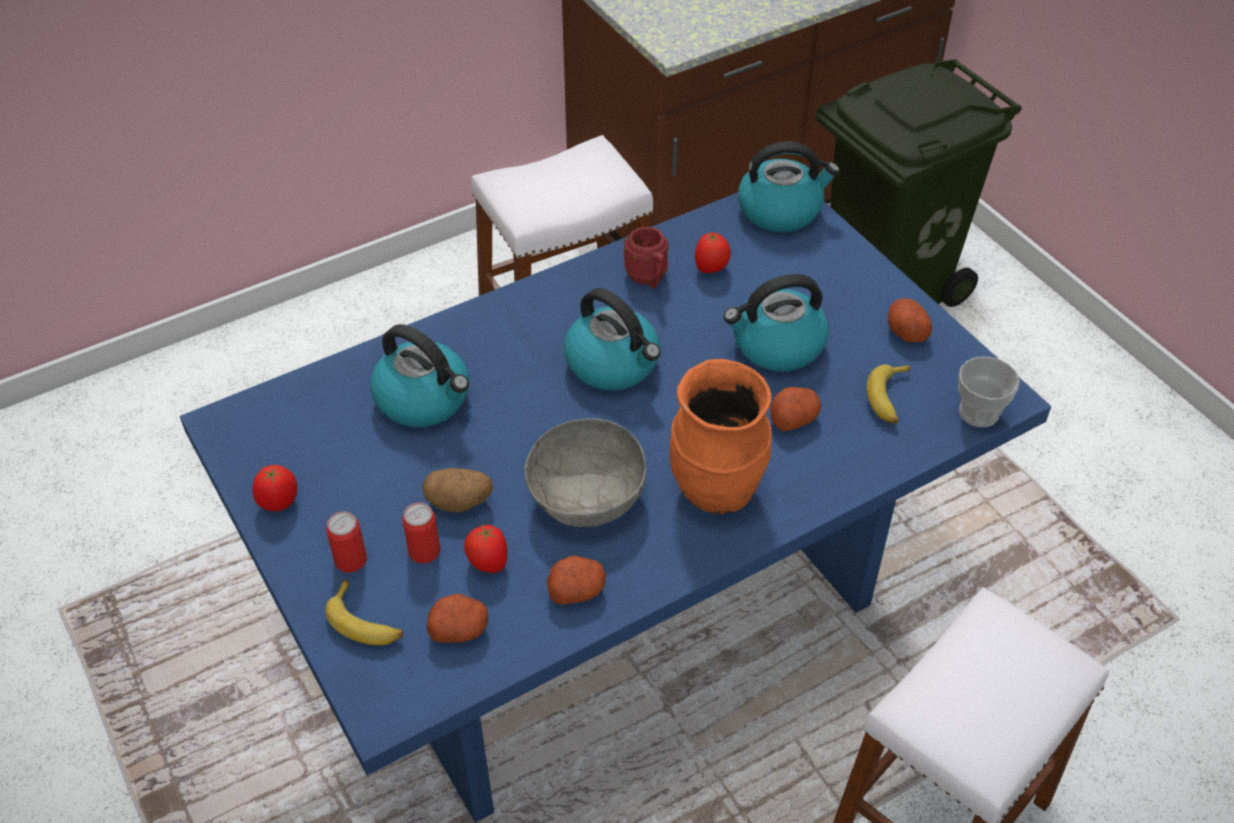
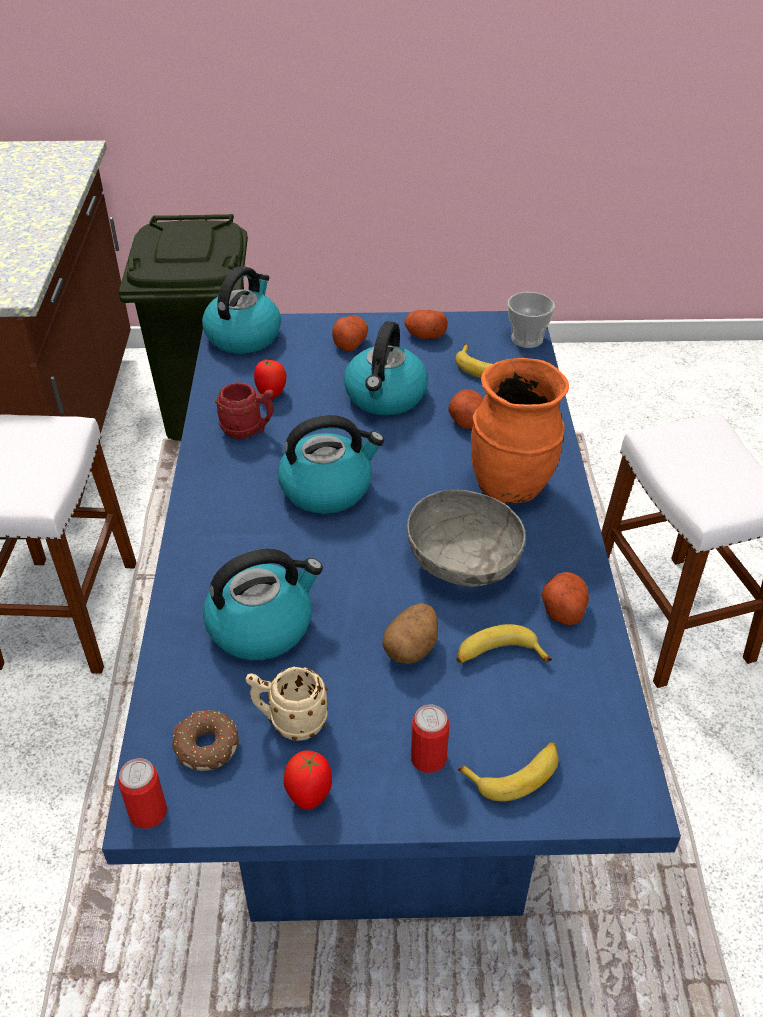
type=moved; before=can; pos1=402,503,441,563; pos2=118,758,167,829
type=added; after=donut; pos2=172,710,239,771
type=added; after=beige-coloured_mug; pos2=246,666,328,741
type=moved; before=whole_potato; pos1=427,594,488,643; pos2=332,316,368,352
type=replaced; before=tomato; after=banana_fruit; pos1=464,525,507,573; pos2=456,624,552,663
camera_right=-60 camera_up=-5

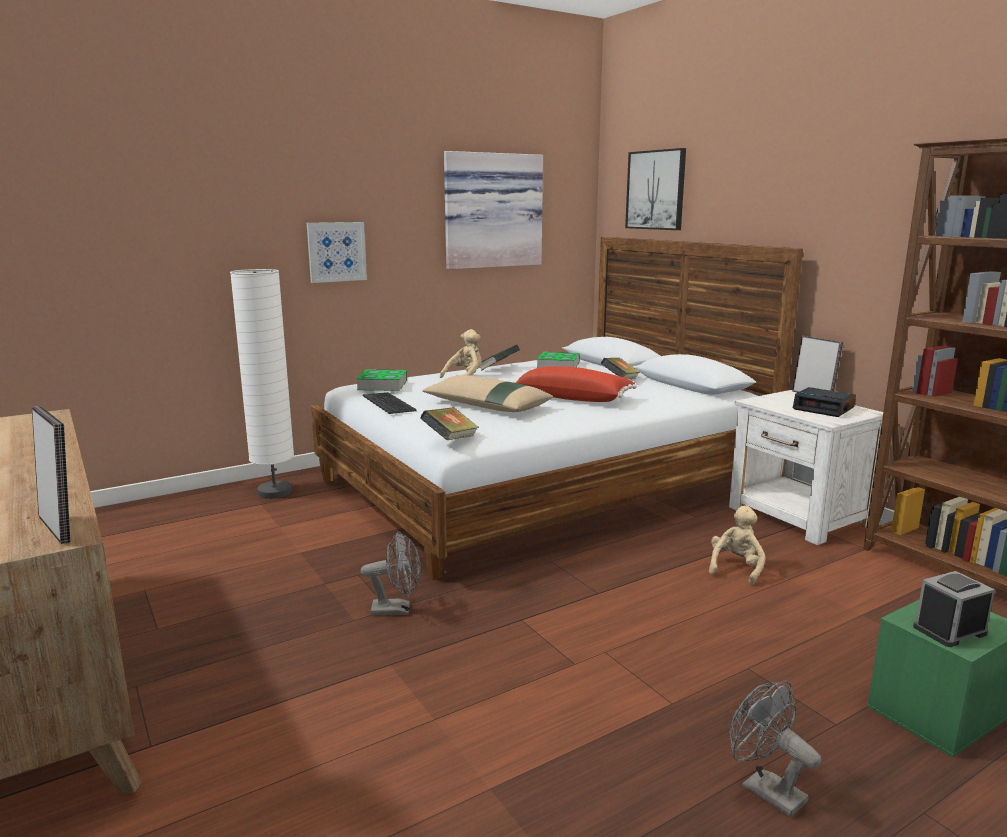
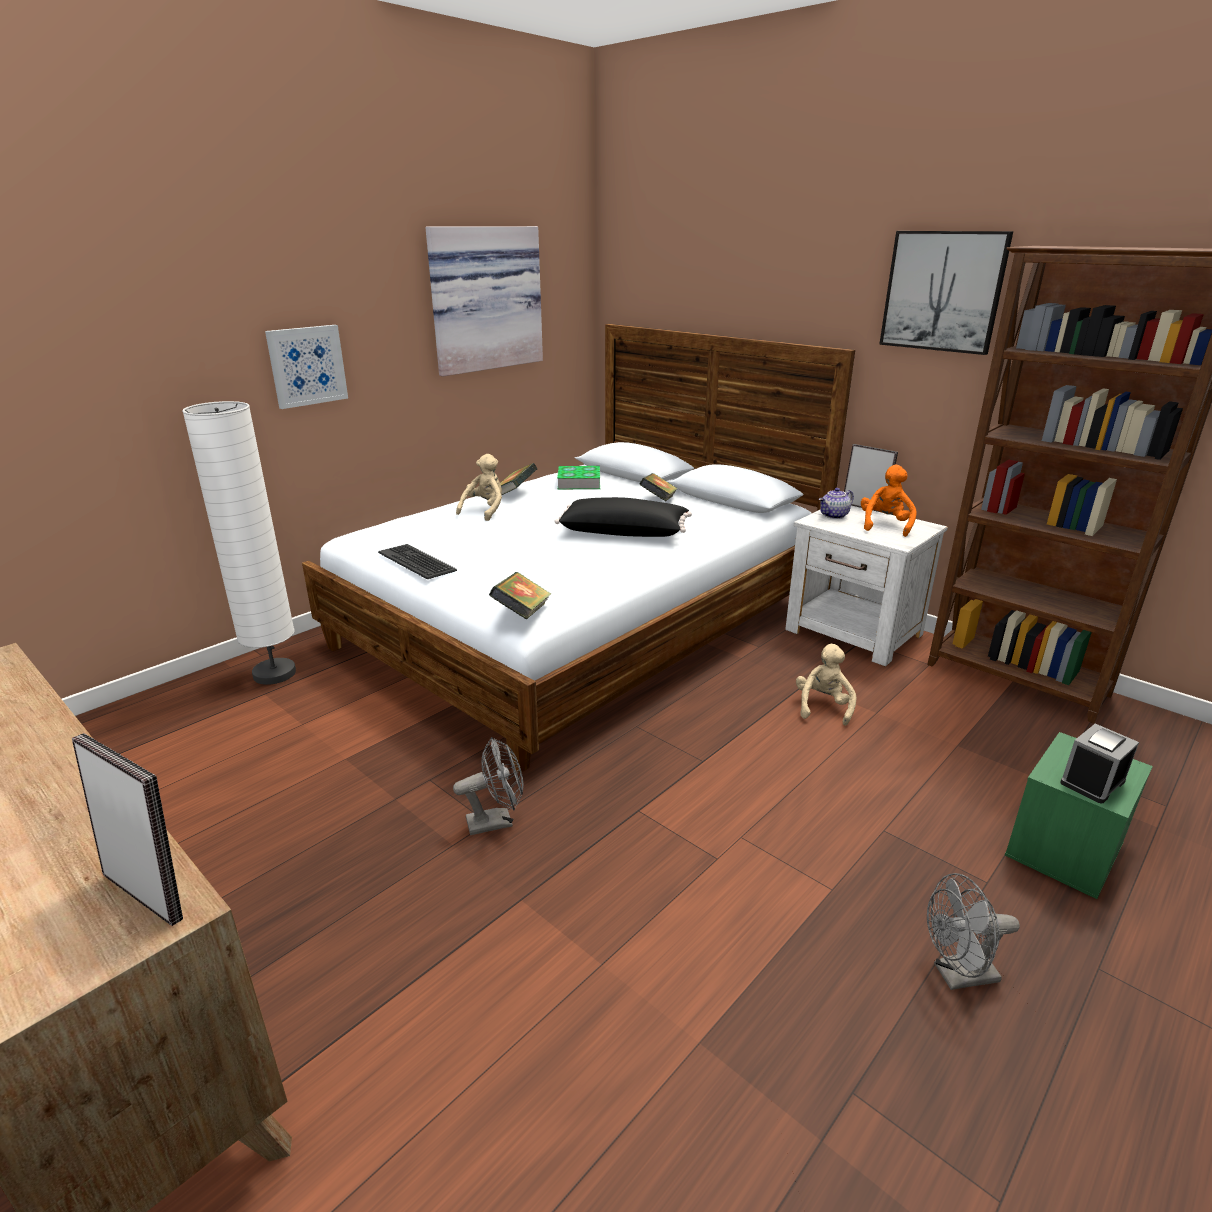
type=recoloured; before=red_throw_pillow; after=blackish_throw_pillow; pos1=513,366,637,402; pos2=555,497,692,537
type=added; after=pot_for_tea; pos2=819,488,854,519
type=replaced; before=table_clock; after=orange-coloured_soft_toy; pos1=793,387,856,417; pos2=861,465,917,537
type=moved; before=picture; pos1=625,148,686,230; pos2=879,231,1013,355
type=turned; before=gray_cooling_fan; pos1=729,681,821,817; pos2=927,873,1020,990; turn=-45
type=removed; before=bound_book; pos1=356,369,407,391
type=removed; before=beige-coloured_throw_pillow; pos1=422,375,553,412
camera_right=-15 camera_up=10

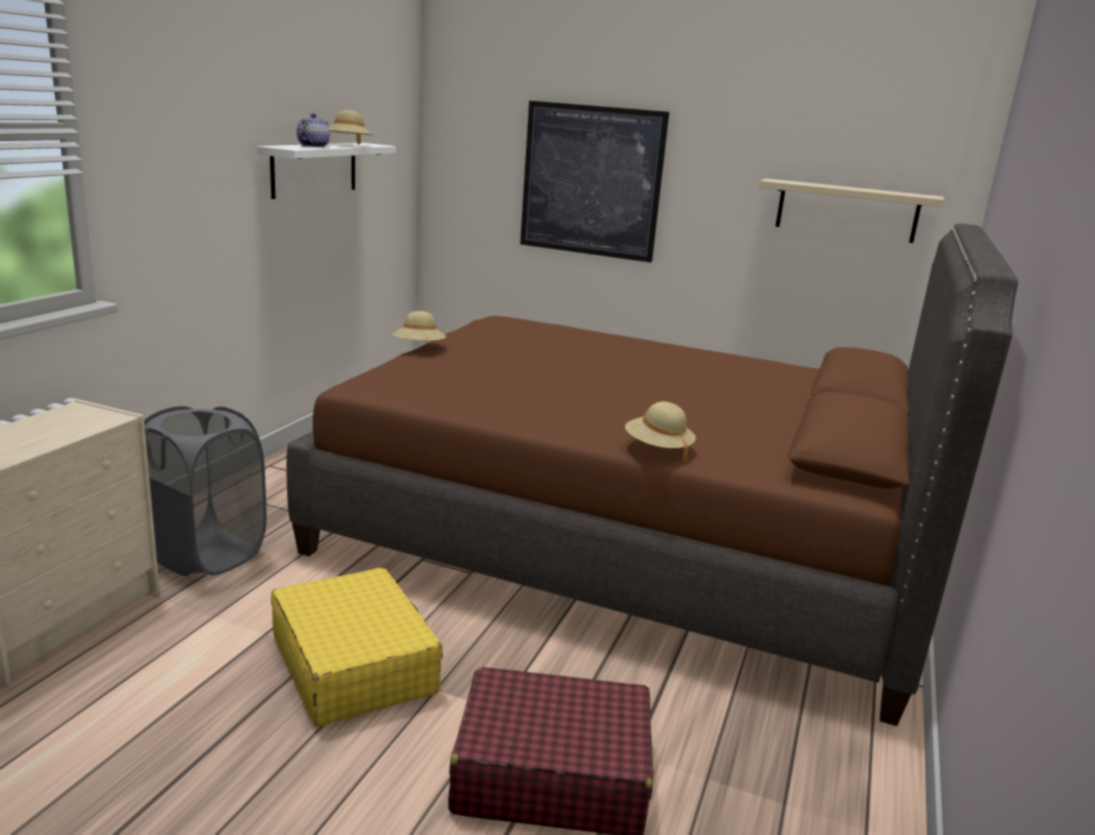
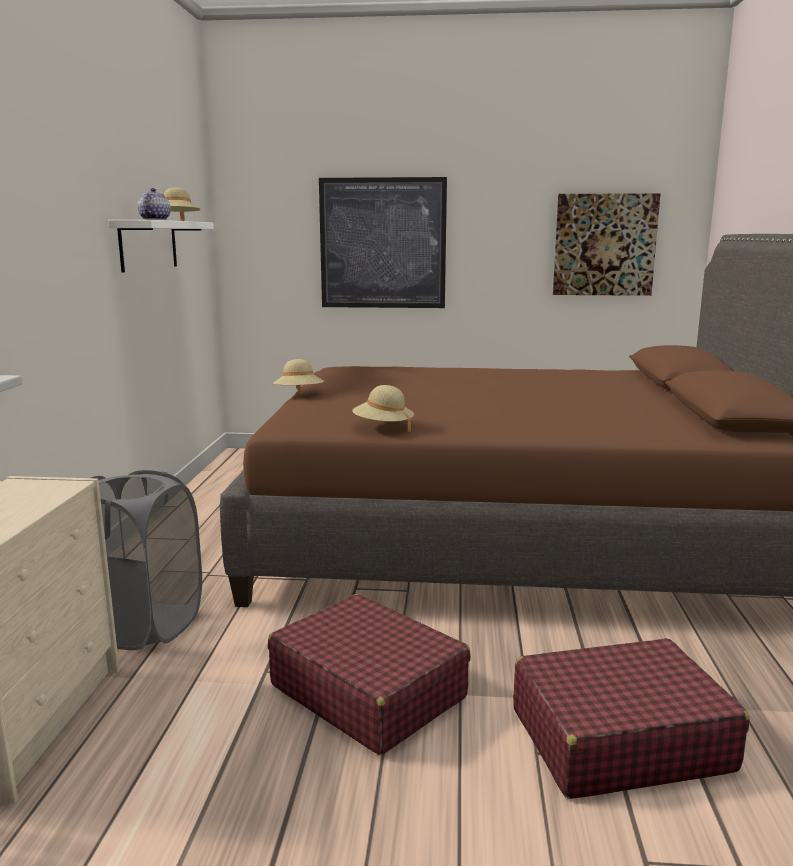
type=recoloured; before=yellow_suitcase; after=red_suitcase; pos1=271,568,443,726; pos2=268,594,471,755
type=moved; before=beige-coloured_clothing_hat; pos1=625,402,696,461; pos2=352,385,414,432
type=replaced; before=beige-coloured_shelf; after=picture; pos1=759,178,944,243; pos2=553,193,661,296
camera_right=-15 camera_up=-5

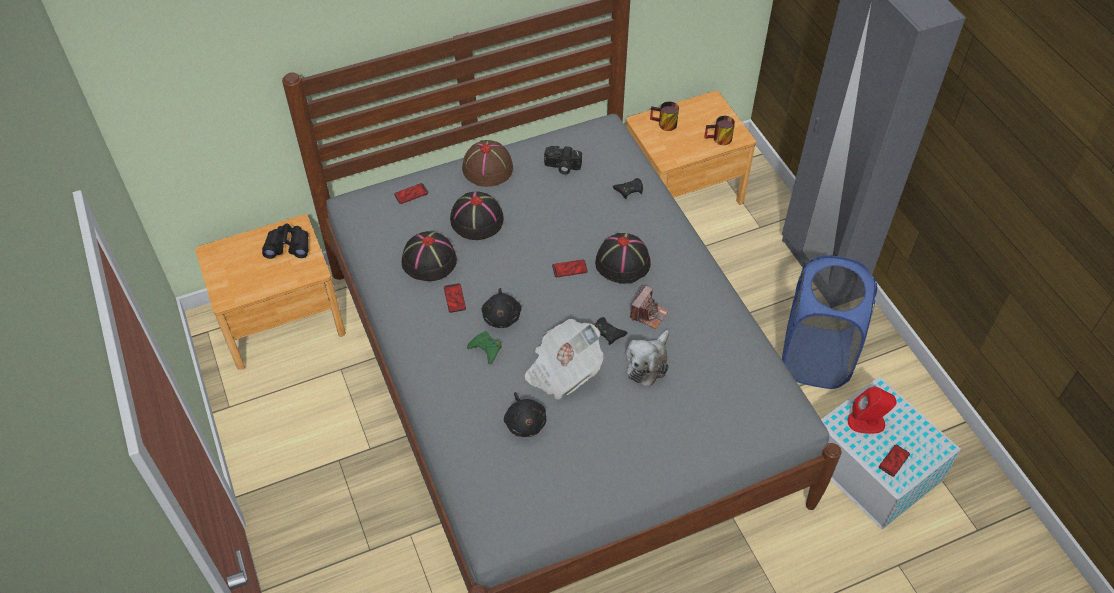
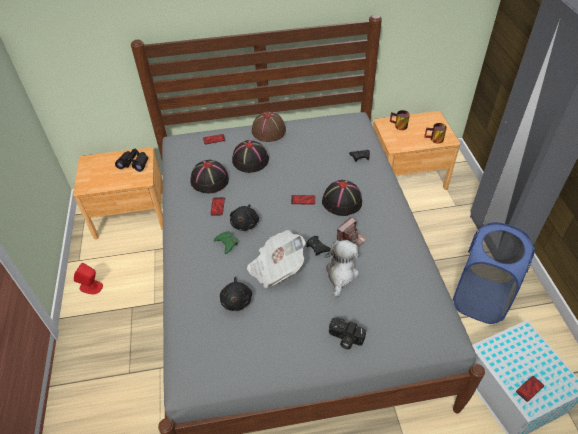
type=moved; before=red_speaker; pos1=848,387,896,434; pos2=74,263,103,294
type=turned; before=soft_toy; pos1=626,330,670,387; pos2=324,240,359,298; turn=150
type=moved; before=photo_camera; pos1=544,146,582,175; pos2=329,317,366,349
camera_right=15 camera_up=-5

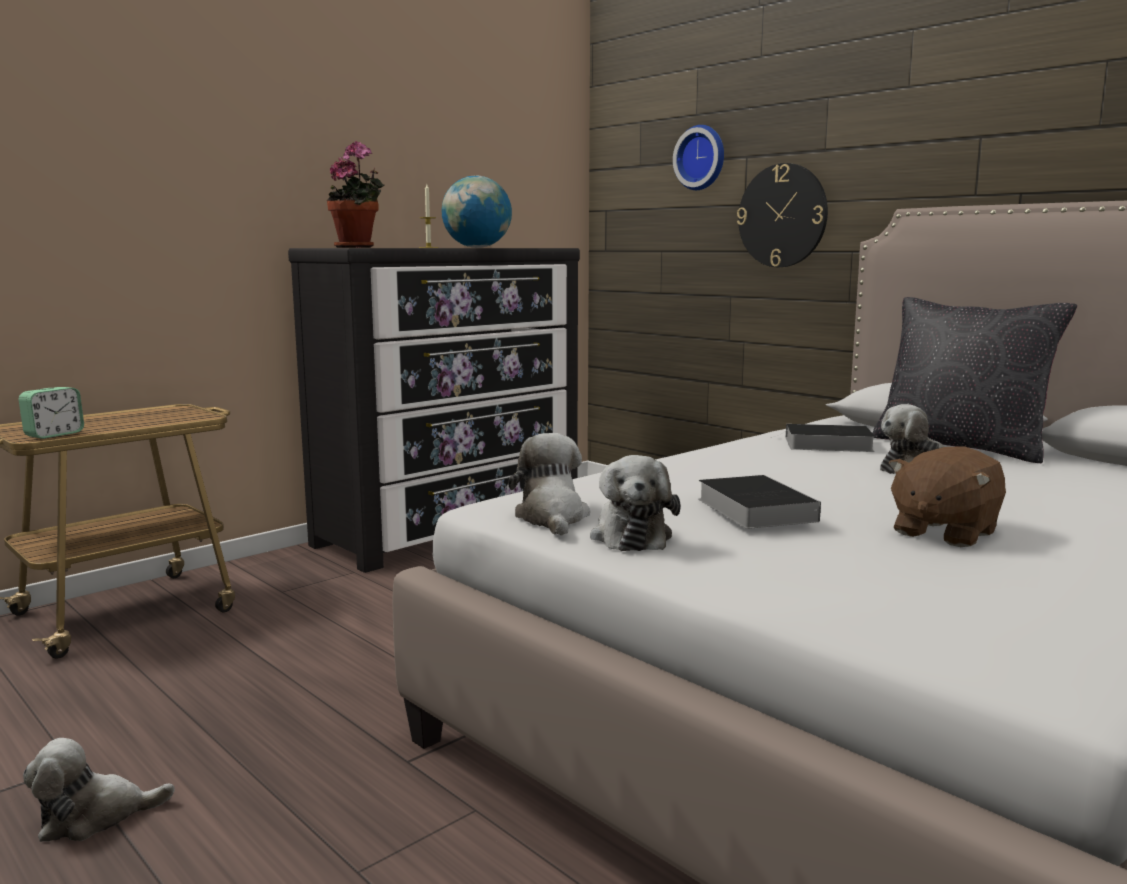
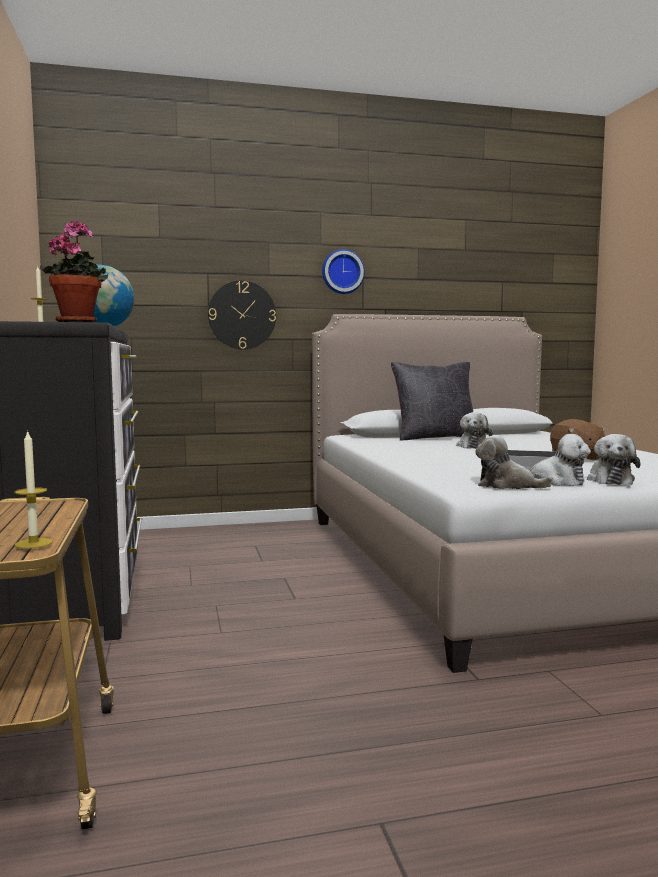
type=replaced; before=table_clock; after=candle; pos1=19,387,84,439; pos2=14,430,53,549
type=moved; before=hanging_clock; pos1=673,125,724,190; pos2=322,249,365,294
type=moved; before=soft_toy; pos1=23,738,175,842; pos2=587,434,640,485
type=removed; before=bound_book; pos1=771,424,875,452
camera_right=-60 camera_up=-5

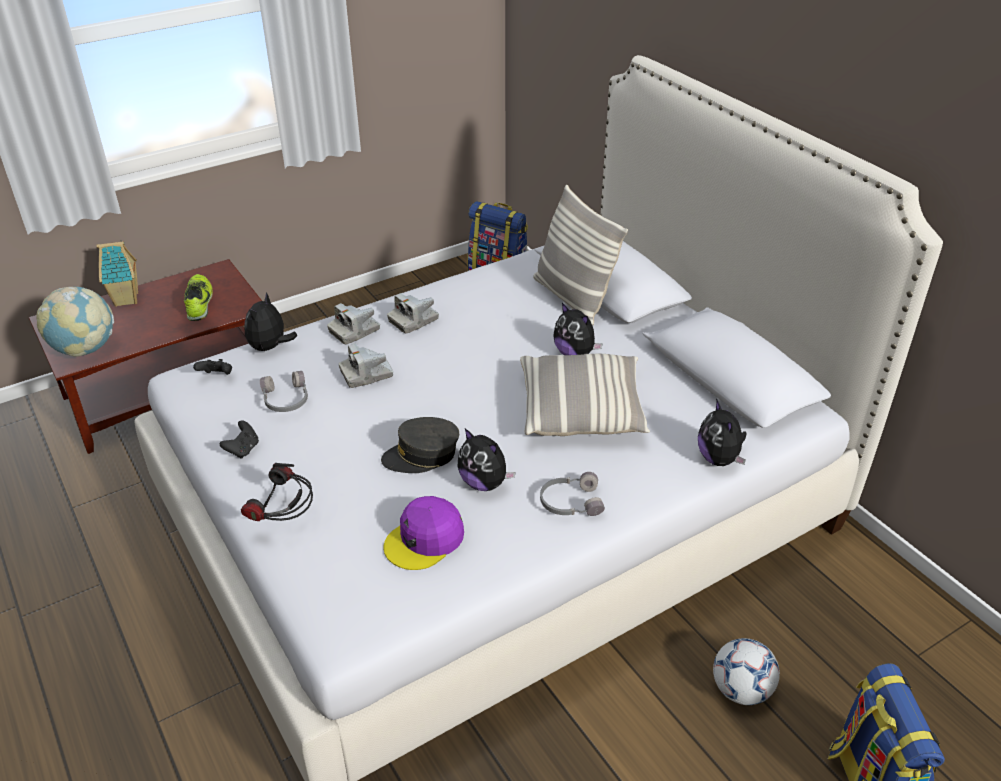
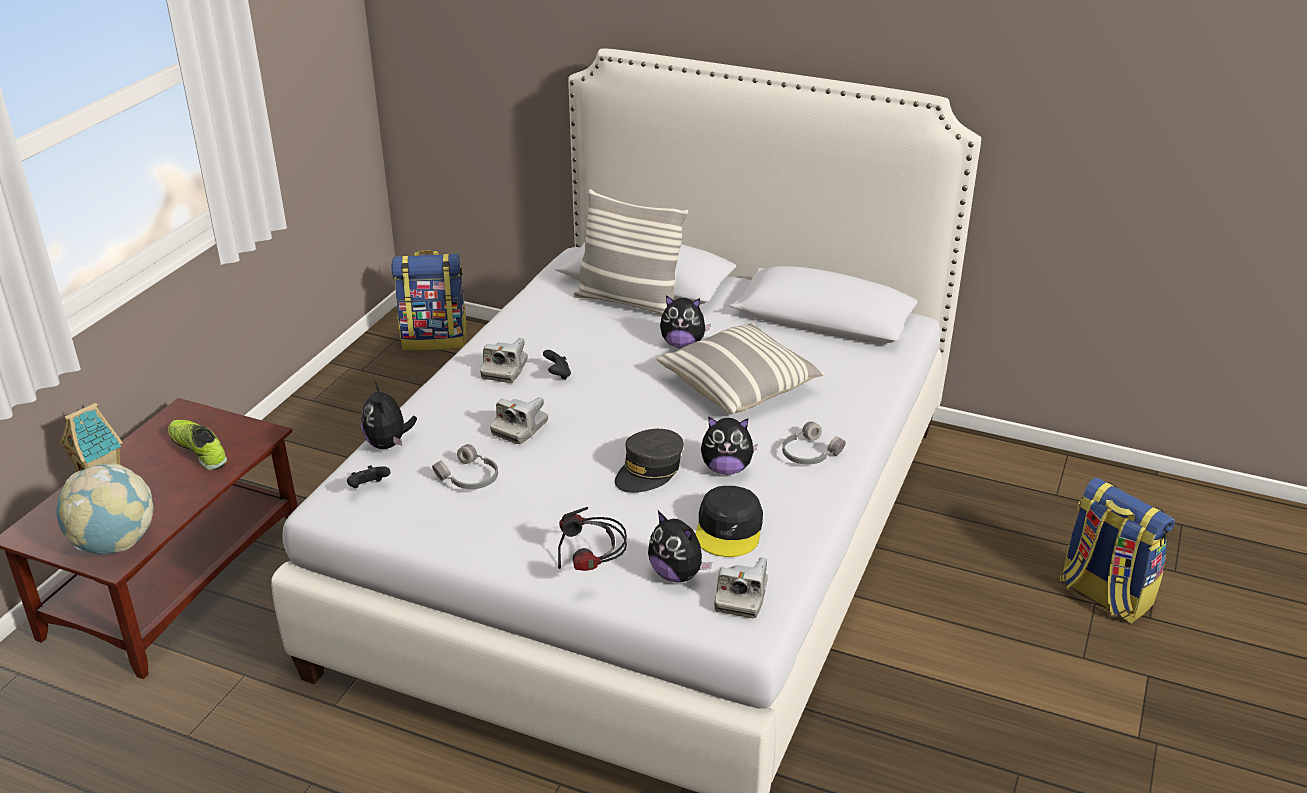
type=moved; before=blackish_gamepad; pos1=220,420,259,459; pos2=543,350,571,380
type=moved; before=soft_toy; pos1=698,399,747,466; pos2=648,511,712,583
type=recoloured; before=purplish_baseball_cap; after=blackish_baseball_cap; pos1=383,496,464,570; pos2=696,486,763,557
type=moved; before=photo_camera; pos1=327,303,380,345; pos2=714,557,768,618
type=removed; before=football_ball; pos1=713,638,780,705
camera_right=-35 camera_up=-5

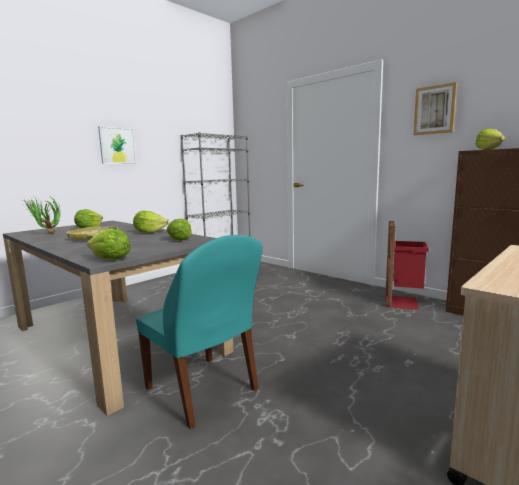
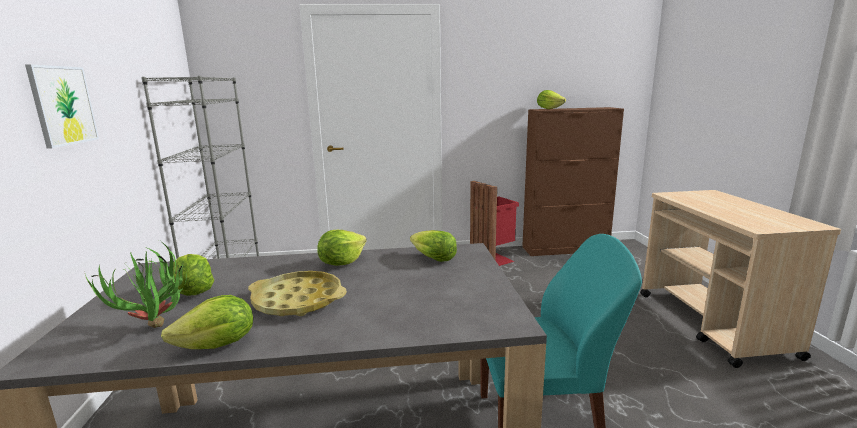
type=moved; before=head_of_lettuce; pos1=87,229,131,259; pos2=161,295,253,349
type=removed; before=picture; pos1=414,82,457,135
camera_right=-50 camera_up=5

